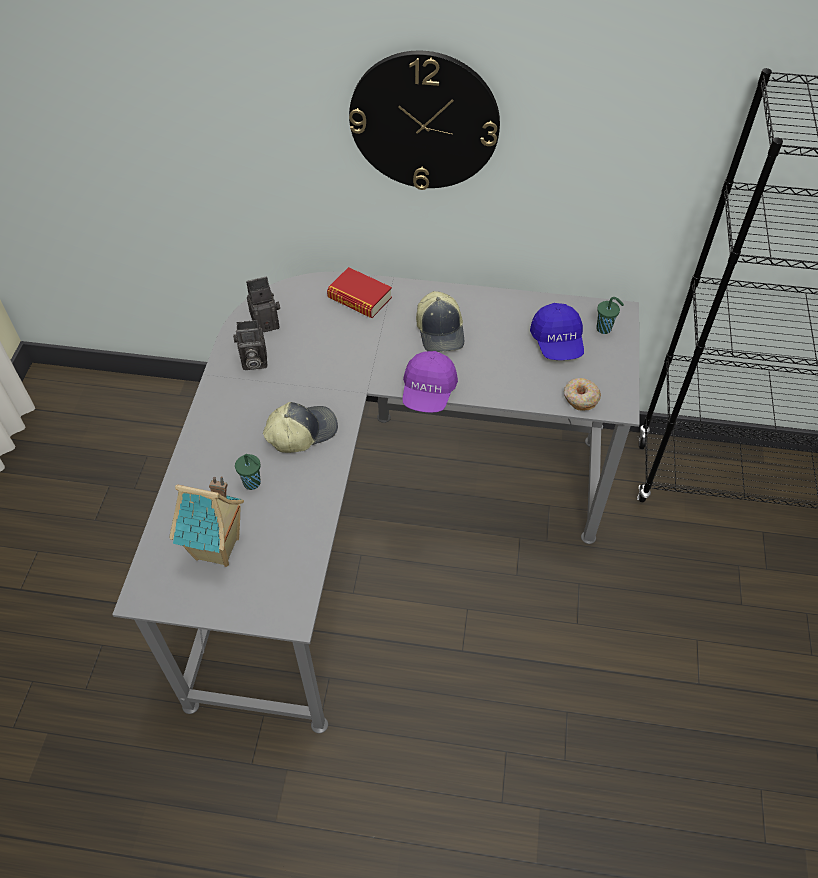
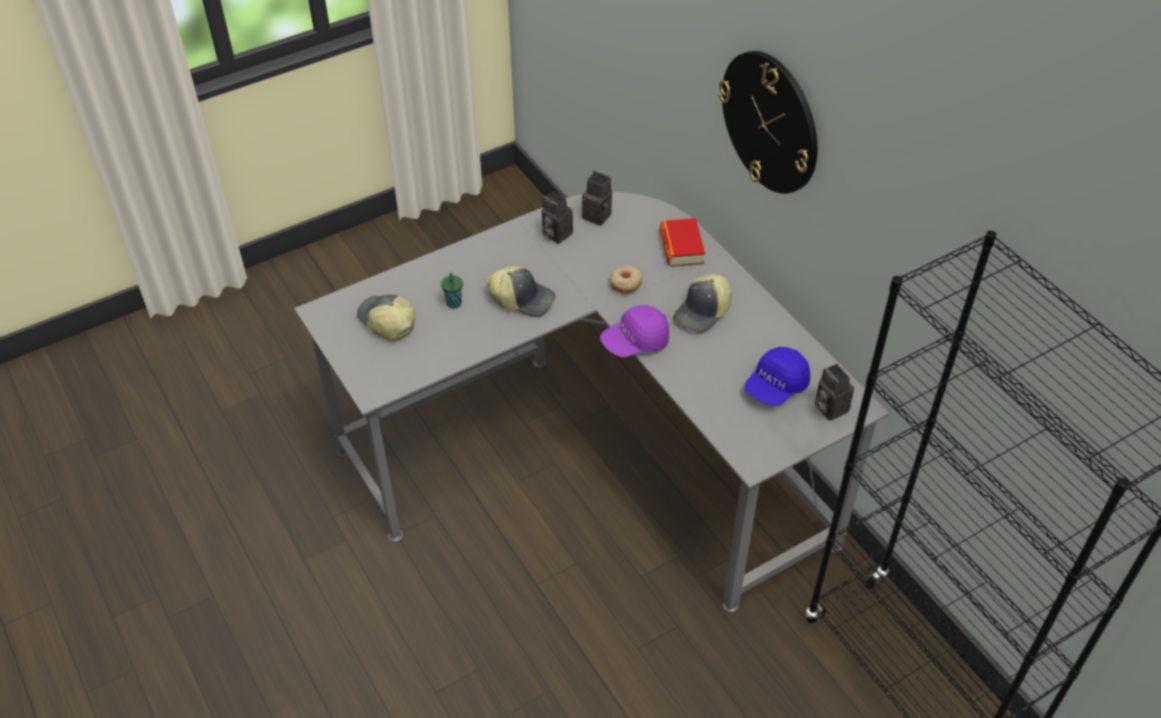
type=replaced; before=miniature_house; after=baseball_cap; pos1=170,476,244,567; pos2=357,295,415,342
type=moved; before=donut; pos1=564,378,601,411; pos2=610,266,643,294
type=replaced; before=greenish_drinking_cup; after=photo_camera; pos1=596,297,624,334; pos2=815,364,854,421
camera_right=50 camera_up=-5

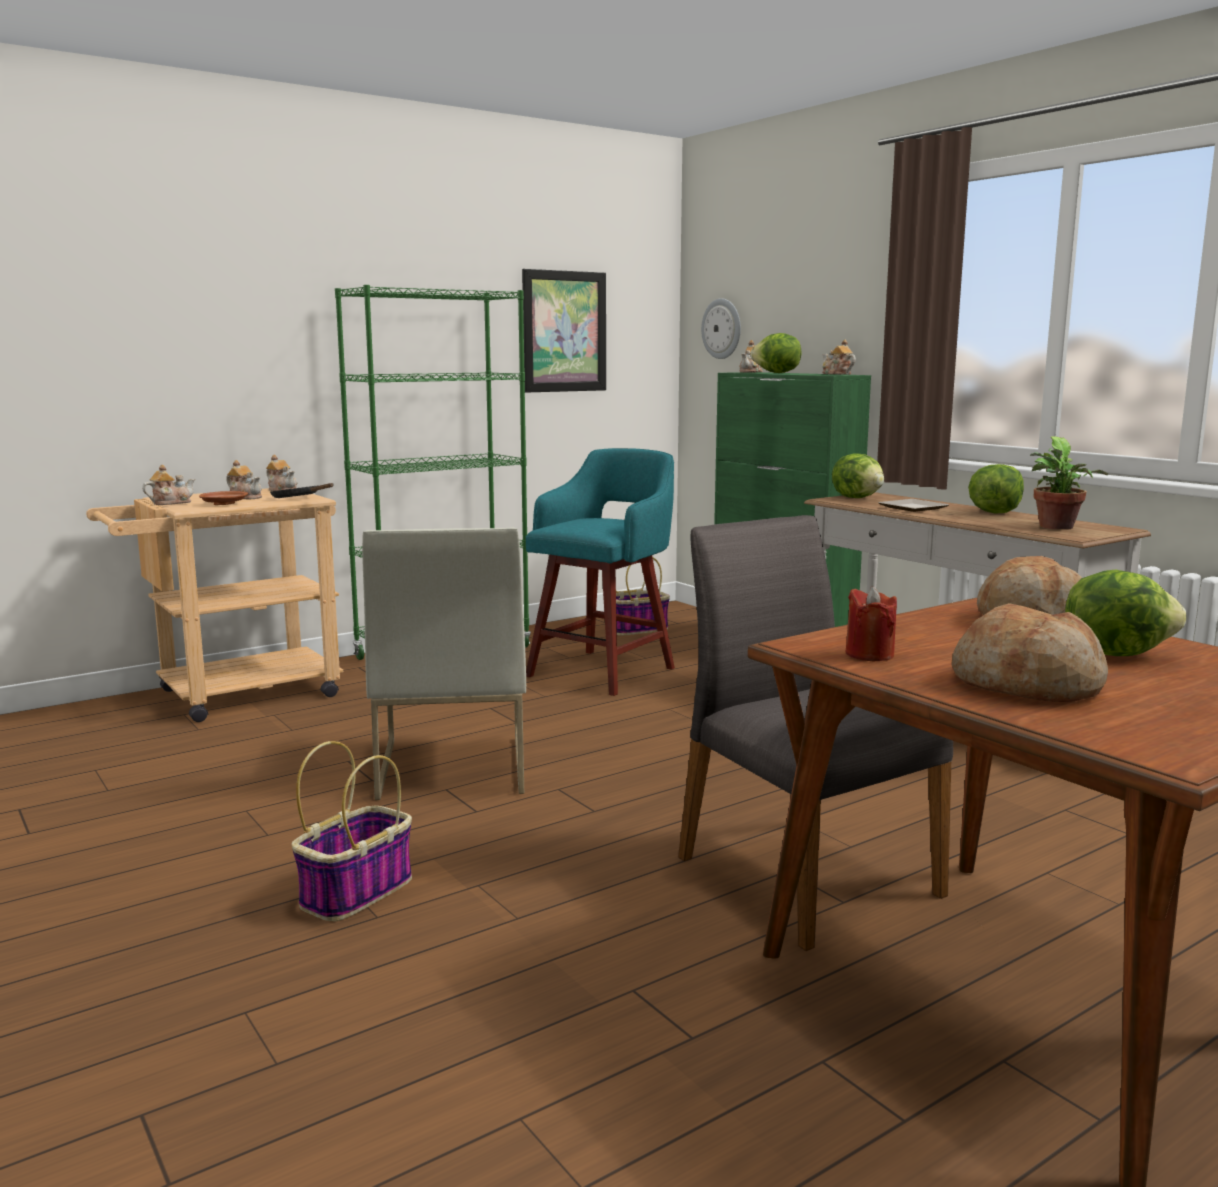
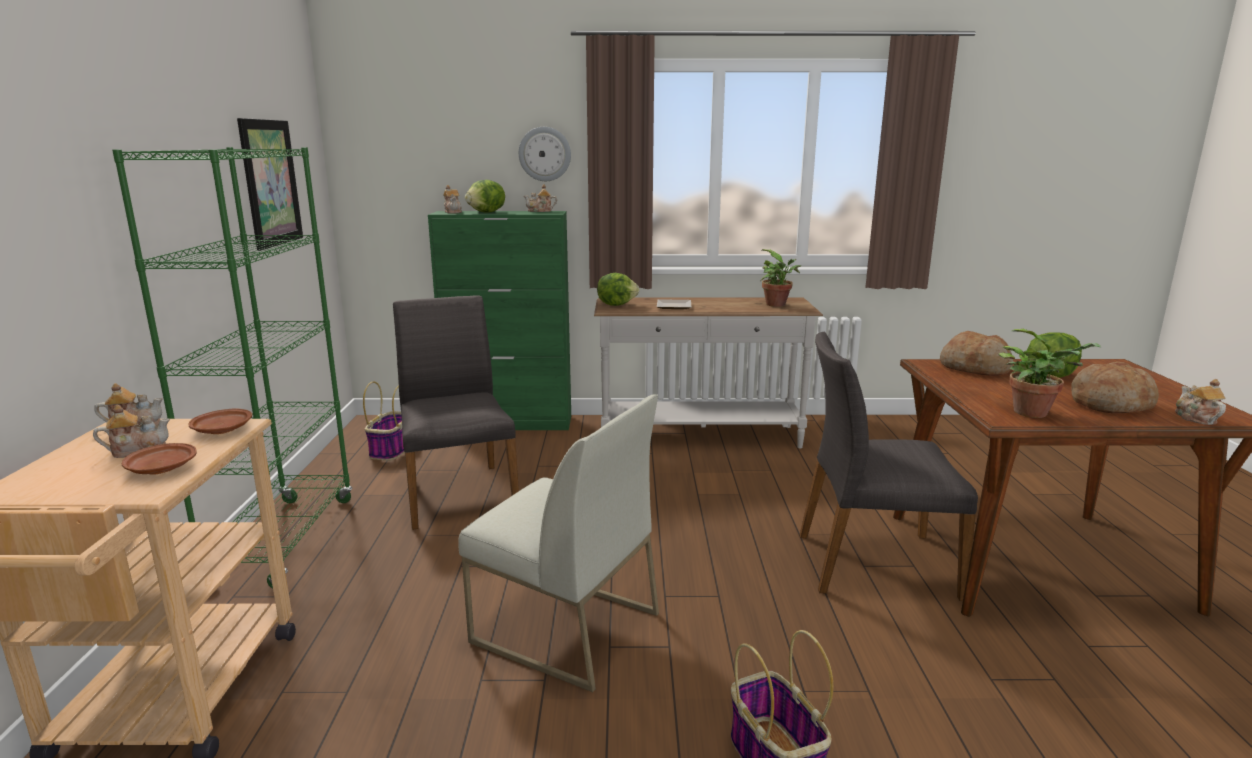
type=replaced; before=blackish_frying_pan; after=brown_flat_dish; pos1=270,483,333,498; pos2=188,408,252,434
type=replaced; before=turquoise-coloured_sitting_stool; after=gray_plain_chair; pos1=526,448,675,696; pos2=393,295,519,530
type=moved; before=hanging_clock; pos1=701,298,741,359; pos2=518,127,571,181
type=replaced; before=red_candle; after=houseplant; pos1=845,586,897,661; pos2=999,328,1101,418
type=moved; before=pot_for_tea; pos1=142,465,195,505; pos2=1175,379,1226,425
type=removed; before=head_of_lettuce; pos1=968,464,1024,514
camera_right=-55 camera_up=5

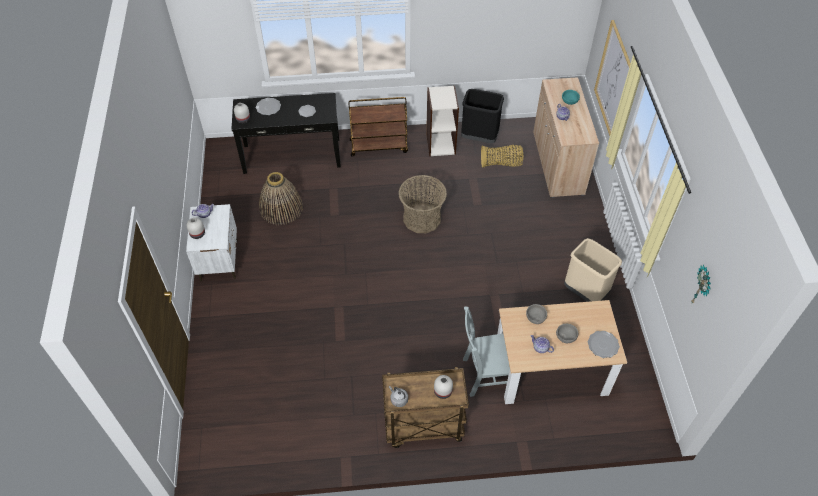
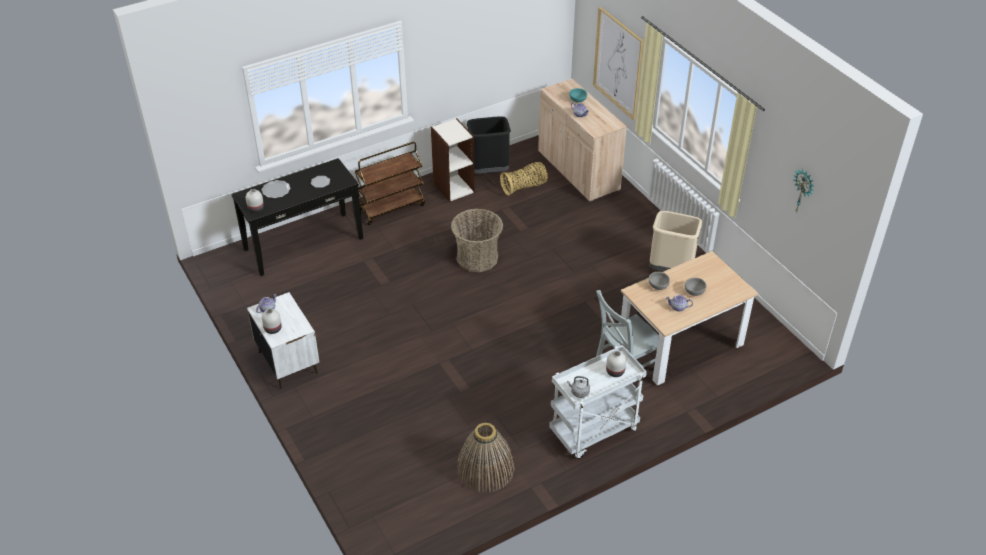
type=moved; before=storage_basket; pos1=259,172,303,225; pos2=457,423,514,493
type=recoloured; before=brown_trolley; after=white-coloured_trolley; pos1=382,367,469,448; pos2=549,345,647,459
type=removed; before=flat_dish; pos1=588,331,620,358
camera_right=-25 camera_up=-10

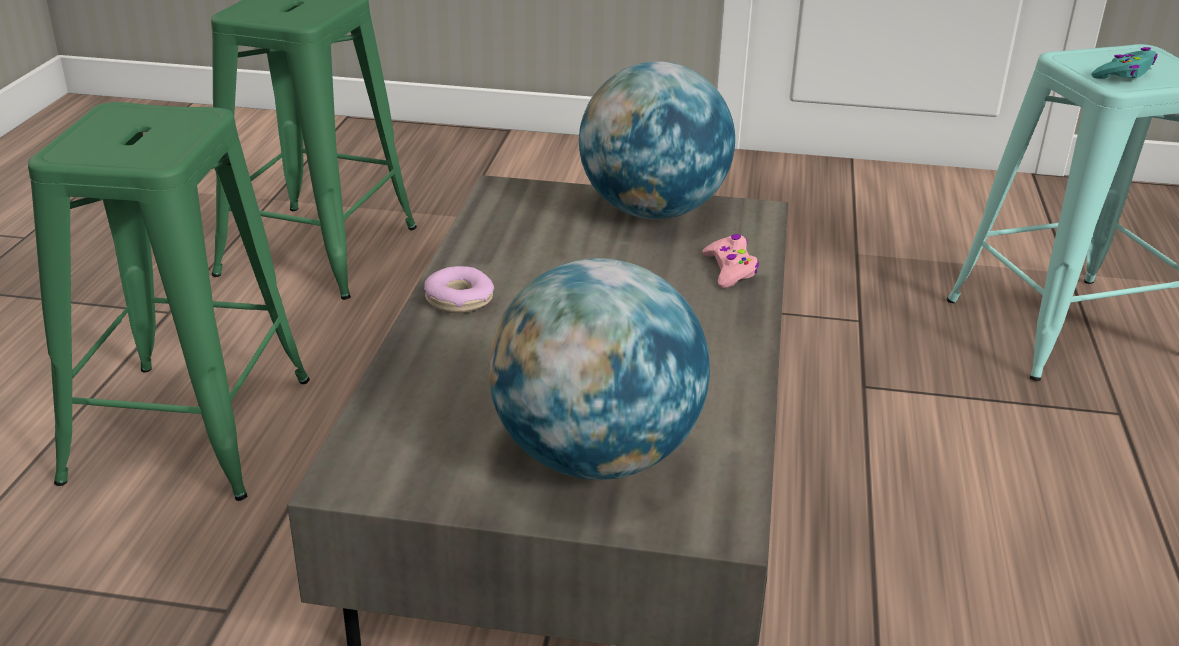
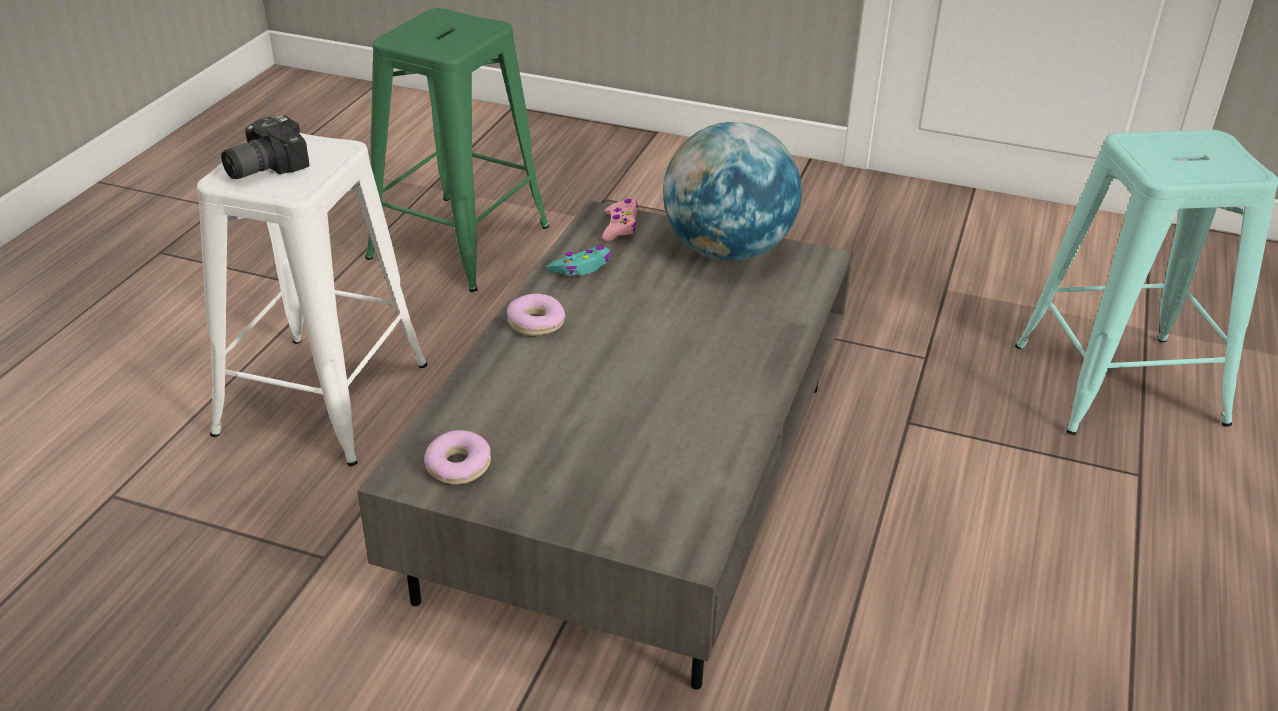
type=recoloured; before=greenish_sitting_stool; after=white-coloured_sitting_stool; pos1=28,102,310,501; pos2=197,133,427,466
type=added; after=photo_camera; pos2=221,115,310,179
type=added; after=donut; pos2=424,430,491,485
type=moved; before=turquoise-coloured_gamepad; pos1=1091,47,1157,79; pos2=547,246,611,276
type=moved; before=pink_gamepad; pos1=702,234,759,288; pos2=602,199,638,241
type=removed; before=world_globe; pos1=488,258,710,480
camera_right=10 camera_up=5

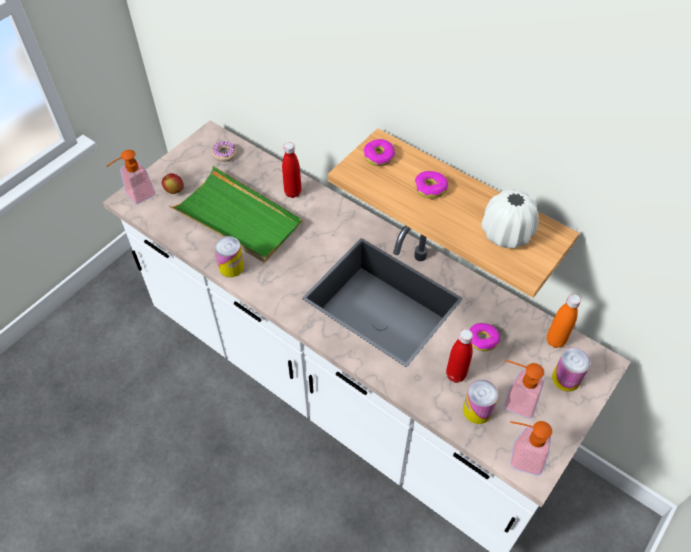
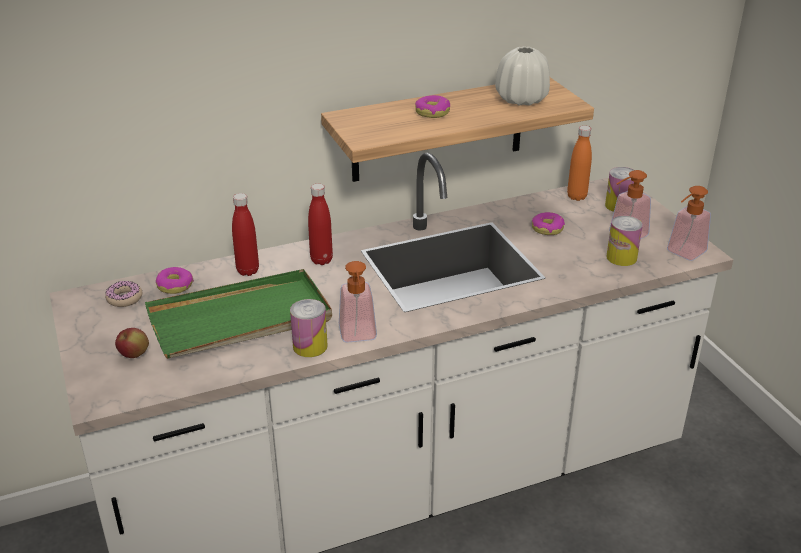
type=moved; before=donut; pos1=364,139,395,166; pos2=156,267,194,294
type=moved; before=red_bottle; pos1=446,329,473,383; pos2=308,184,333,265
type=moved; before=soap_dispenser; pos1=106,150,156,204; pos2=339,261,377,343
camera_right=-60 camera_up=-20

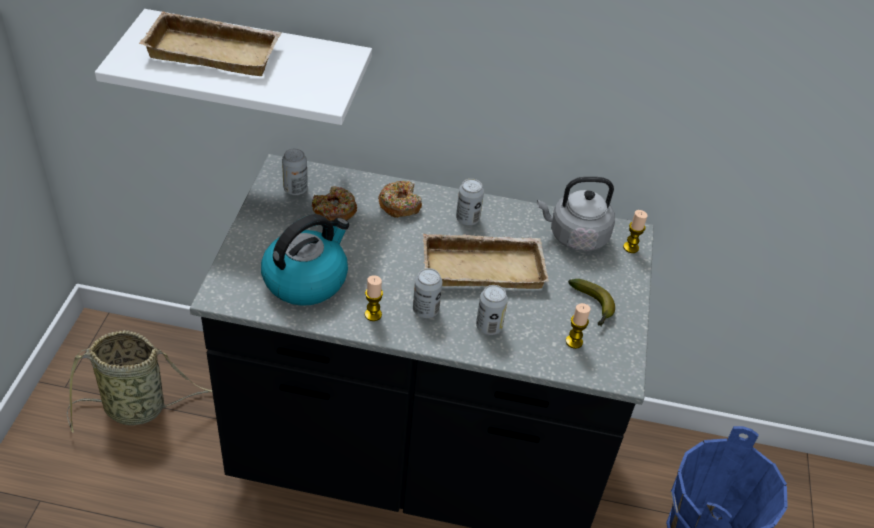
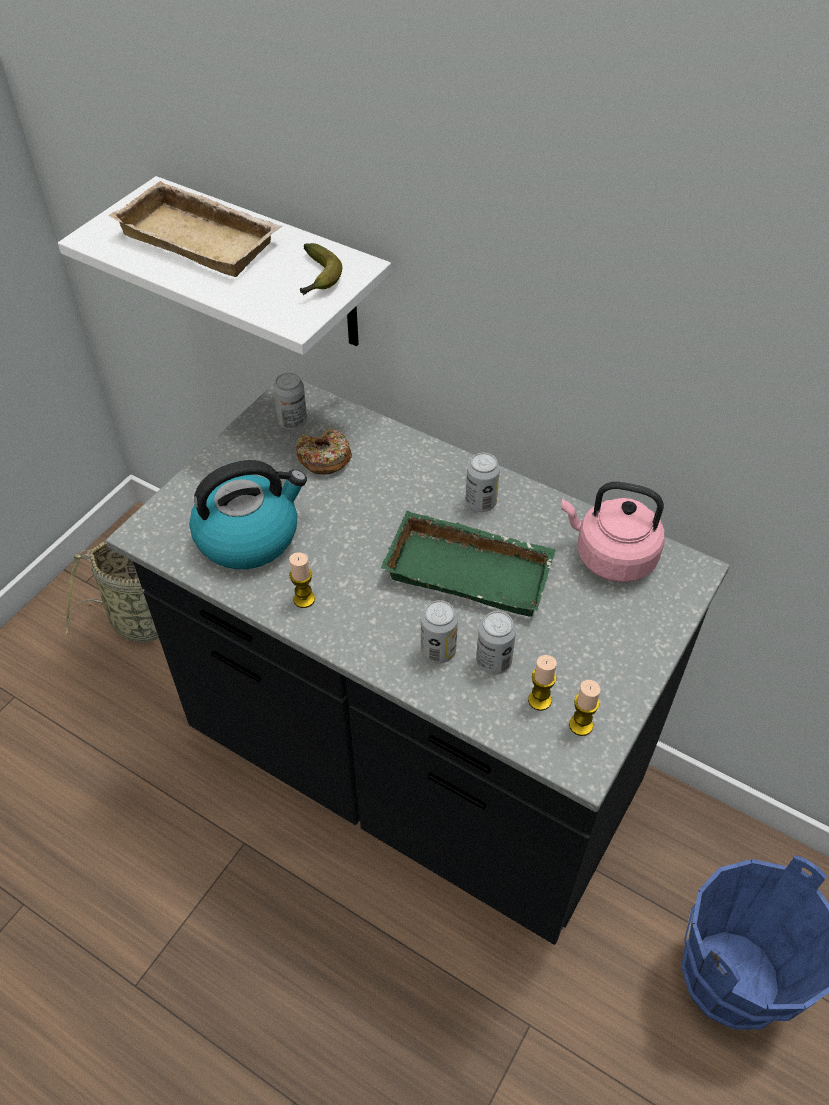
type=moved; before=banana_fruit; pos1=568,279,615,327; pos2=300,243,342,295
type=recoloured; before=beige-coloured_tray; after=greenish_tray; pos1=423,234,549,289; pos2=381,511,556,617
type=moved; before=can; pos1=413,268,442,318; pos2=476,611,516,675
type=recoloured; before=gray_water_kettle; after=pink_water_kettle; pos1=537,177,615,252; pos2=561,481,665,582
type=moved; before=candle; pos1=623,210,648,253; pos2=569,680,601,736
type=removed; before=donut; pos1=378,181,422,218
camera_right=25 camera_up=5

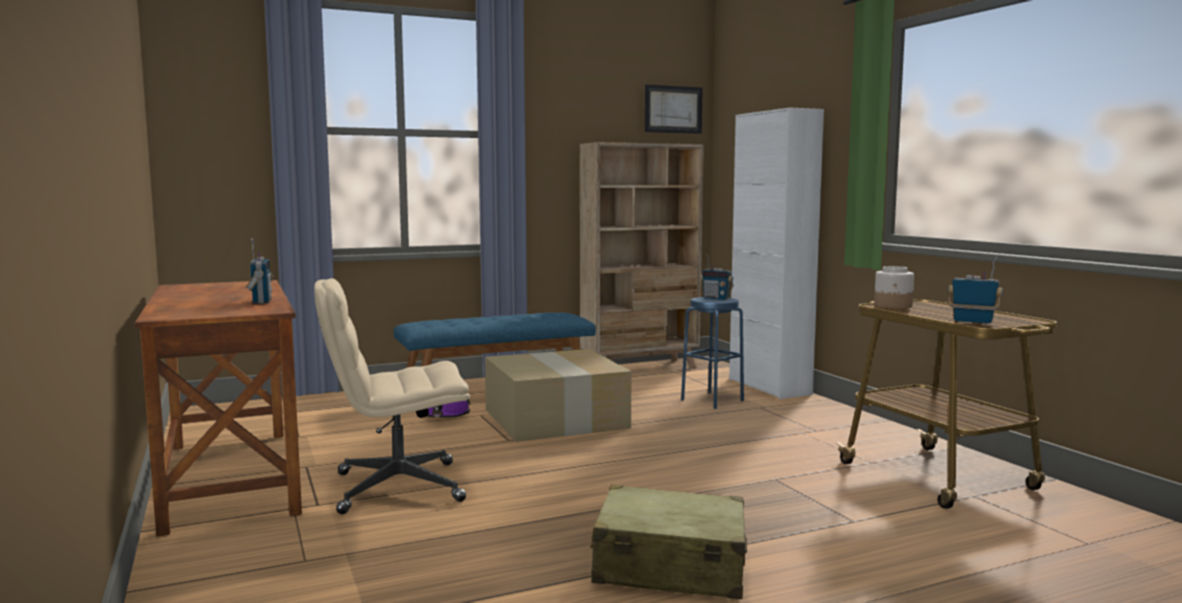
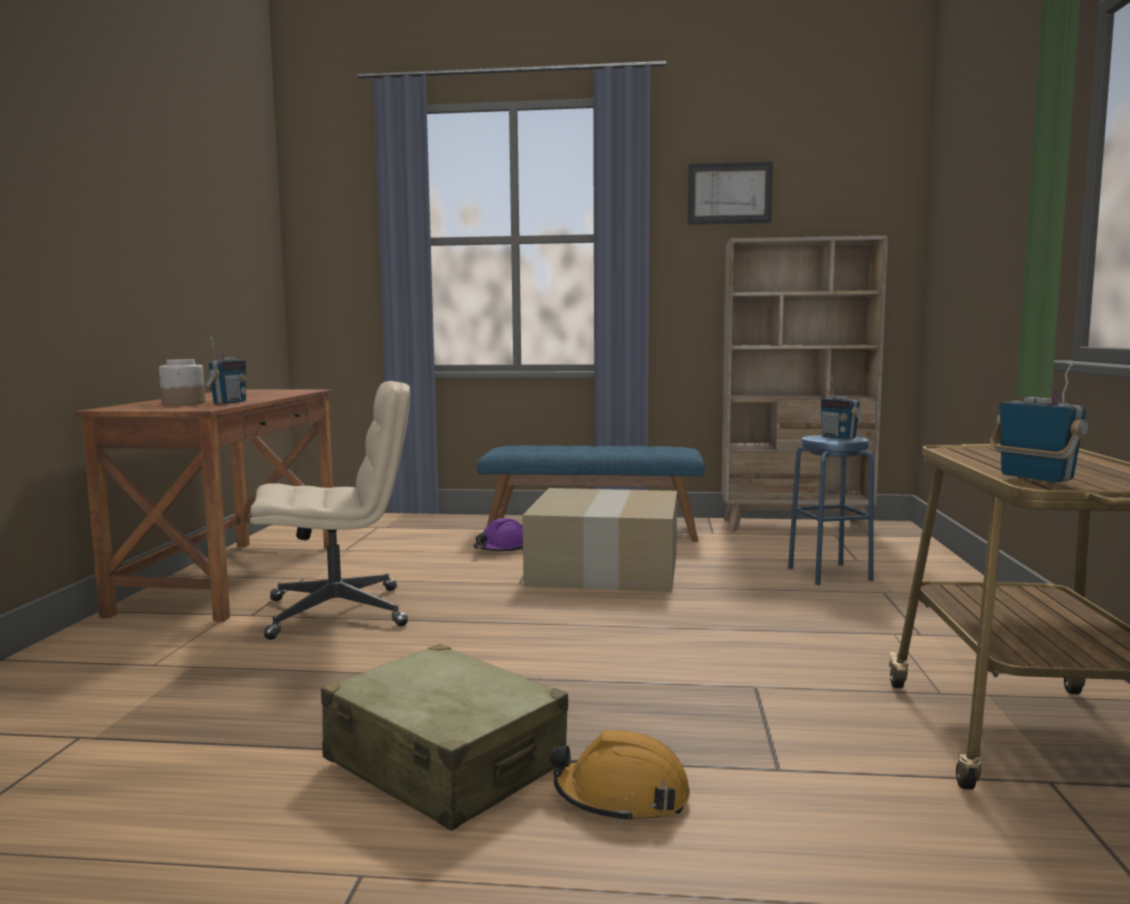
type=moved; before=jar; pos1=874,266,914,309; pos2=159,359,205,405
type=turned; before=beige-coloured_desk_chair; pos1=314,278,470,514; pos2=250,381,410,640; turn=150
type=added; after=orange-coloured_work_helmet; pos2=550,730,690,824
type=moved; before=picture; pos1=645,85,703,134; pos2=688,162,773,225
type=removed; before=white-coloured_cupboard; pos1=729,107,824,399
camera_right=30 camera_up=0

